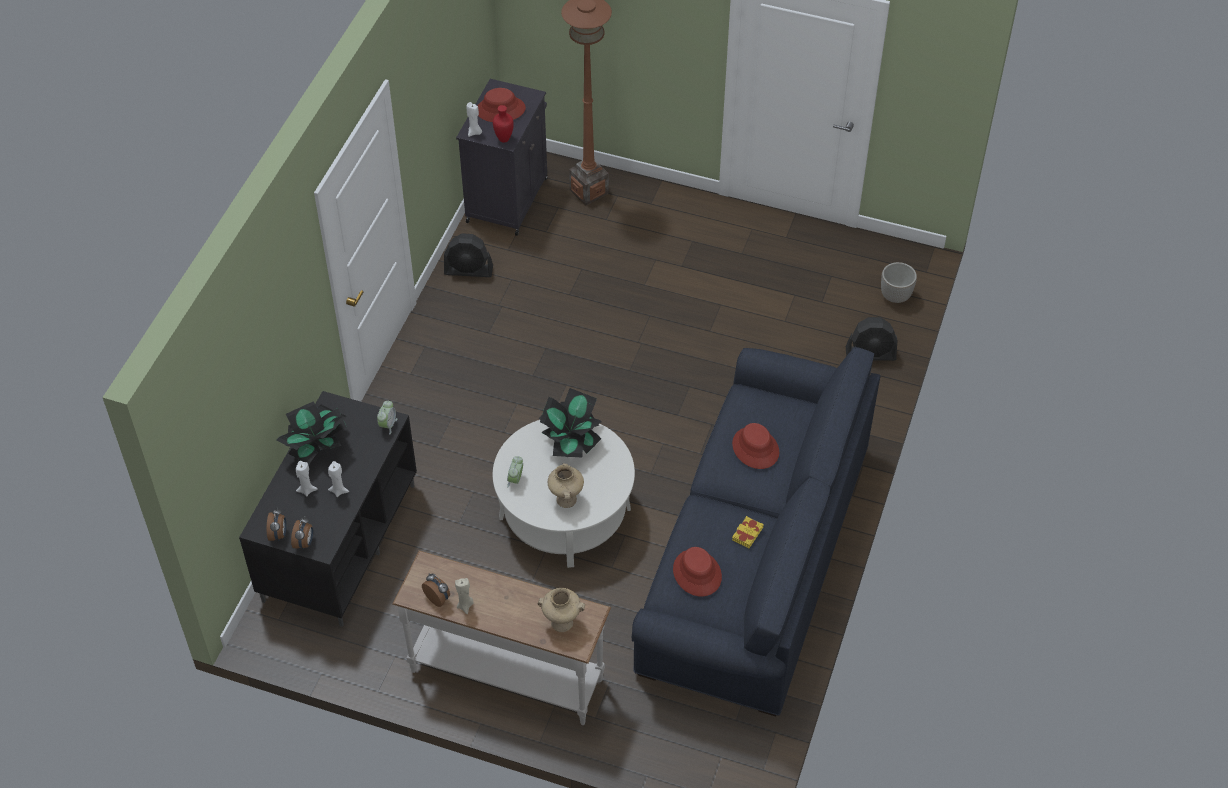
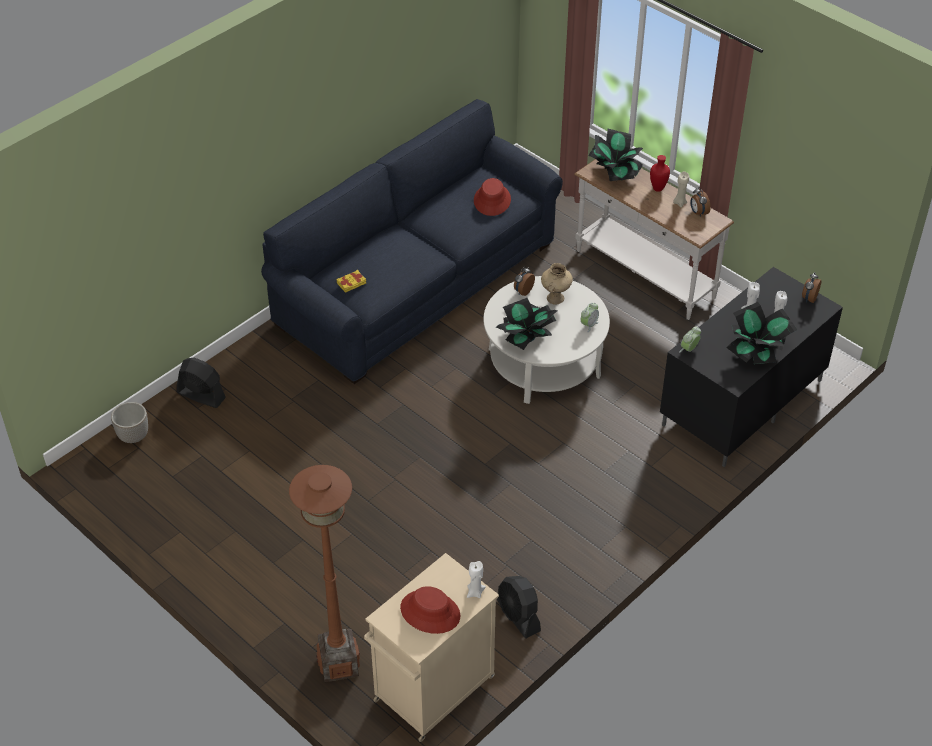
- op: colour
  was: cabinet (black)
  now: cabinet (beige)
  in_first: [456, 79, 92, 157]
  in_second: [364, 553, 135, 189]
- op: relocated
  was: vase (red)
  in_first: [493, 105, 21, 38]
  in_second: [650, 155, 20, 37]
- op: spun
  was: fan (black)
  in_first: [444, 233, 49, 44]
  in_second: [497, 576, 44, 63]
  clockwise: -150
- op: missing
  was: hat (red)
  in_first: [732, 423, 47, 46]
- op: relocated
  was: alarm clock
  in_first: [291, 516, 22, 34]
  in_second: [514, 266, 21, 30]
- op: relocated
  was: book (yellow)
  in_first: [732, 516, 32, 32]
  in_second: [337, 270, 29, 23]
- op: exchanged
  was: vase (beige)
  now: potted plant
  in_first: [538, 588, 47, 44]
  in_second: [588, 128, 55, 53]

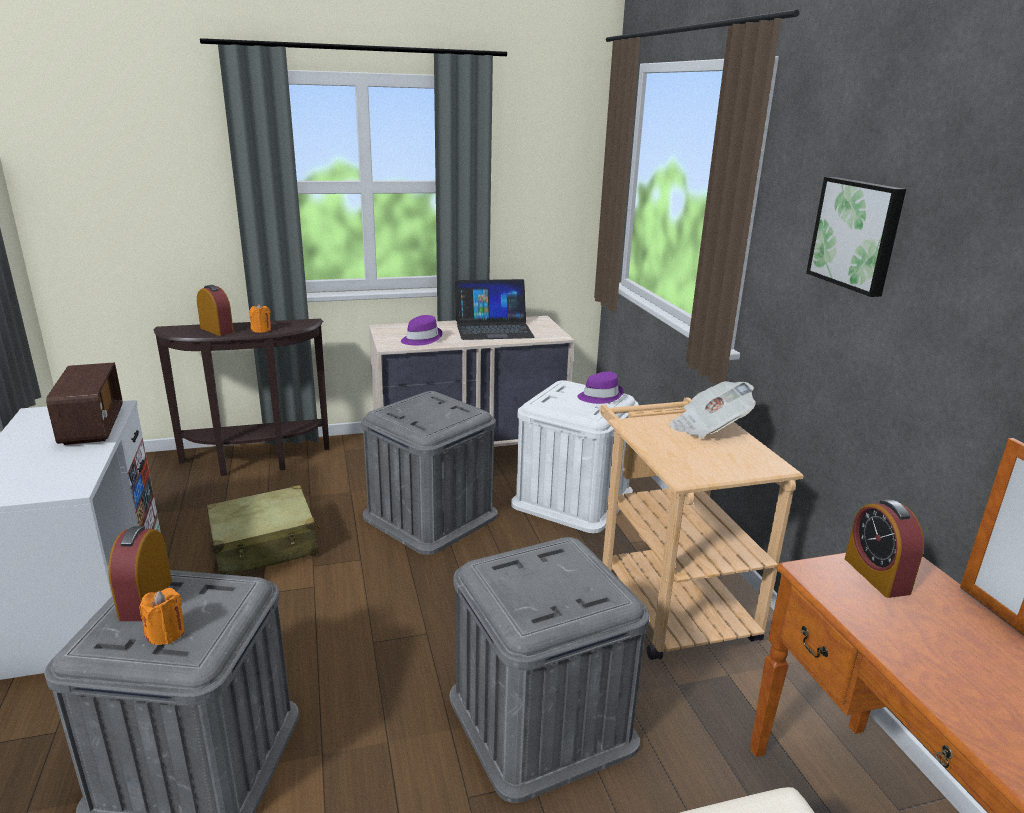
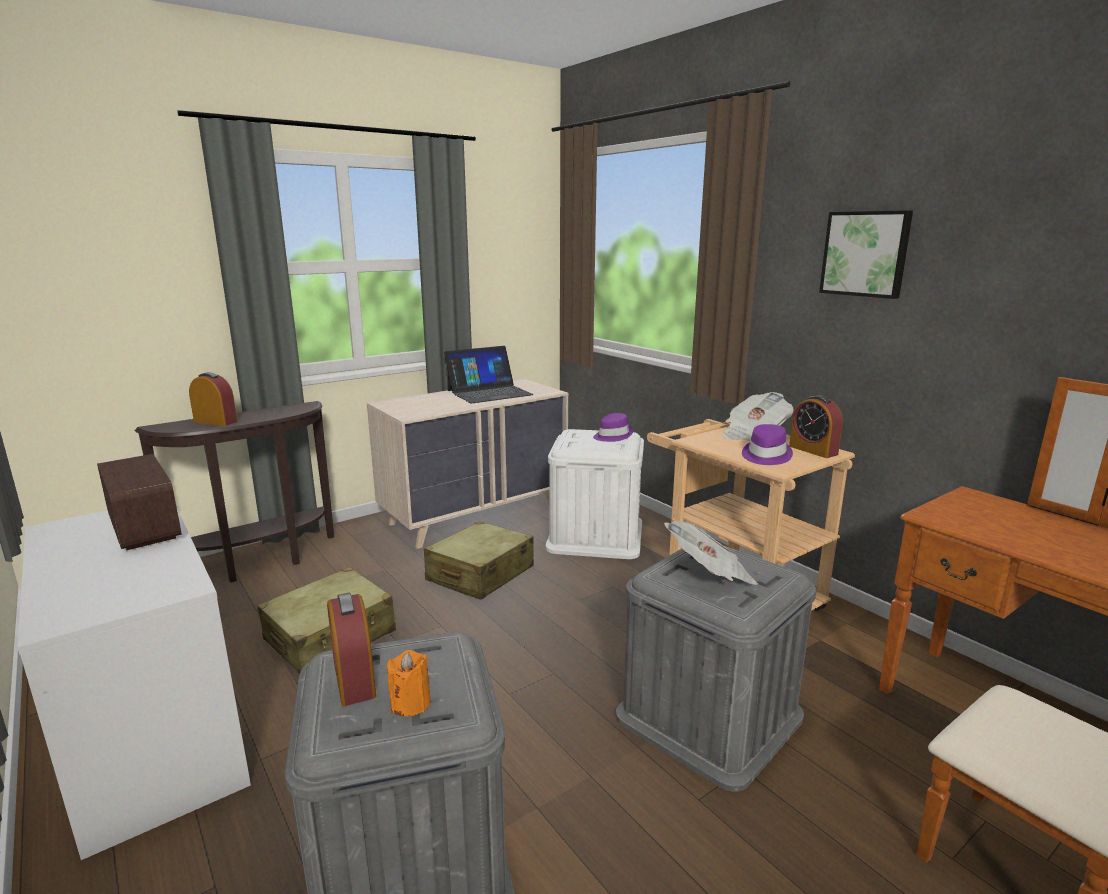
- op: missing
  was: candle (orange)
  in_first: [249, 304, 22, 29]
- op: relocated
  was: hat (purple)
  in_first: [401, 315, 41, 30]
  in_second: [742, 424, 51, 41]
- op: exchanged
  was: storage box (grey)
  now: suitcase (beige)
  in_first: [361, 391, 137, 164]
  in_second: [424, 521, 110, 79]
- op: relocated
  was: alarm clock
  in_first: [845, 499, 79, 99]
  in_second: [789, 395, 54, 63]
- op: appeared
  now: newspaper
  in_second: [664, 521, 94, 64]

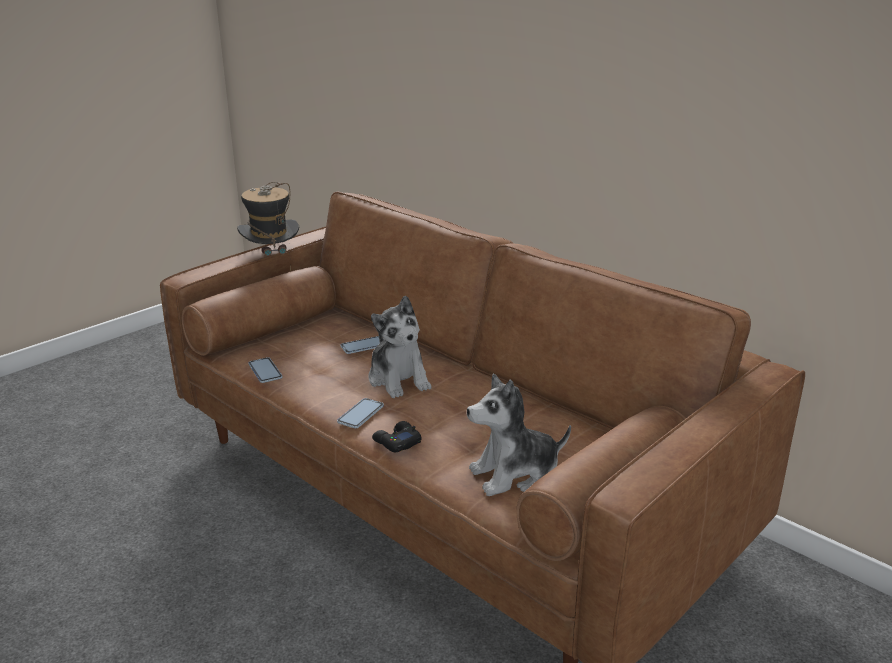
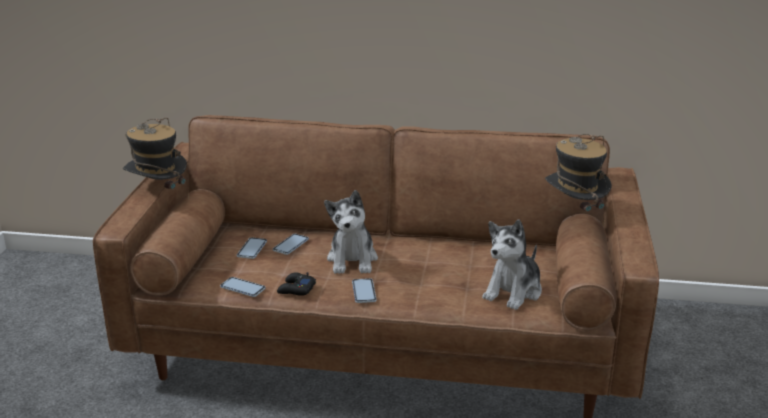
- op: spun
  was: plush toy
  in_first: [369, 295, 62, 103]
  in_second: [324, 190, 54, 84]
  clockwise: 60
- op: relocated
  was: game controller (black)
  in_first: [372, 421, 50, 31]
  in_second: [277, 272, 39, 24]
- op: appeared
  now: hat
  in_second: [545, 134, 67, 92]
- op: appeared
  now: phone
  in_second: [237, 237, 30, 22]

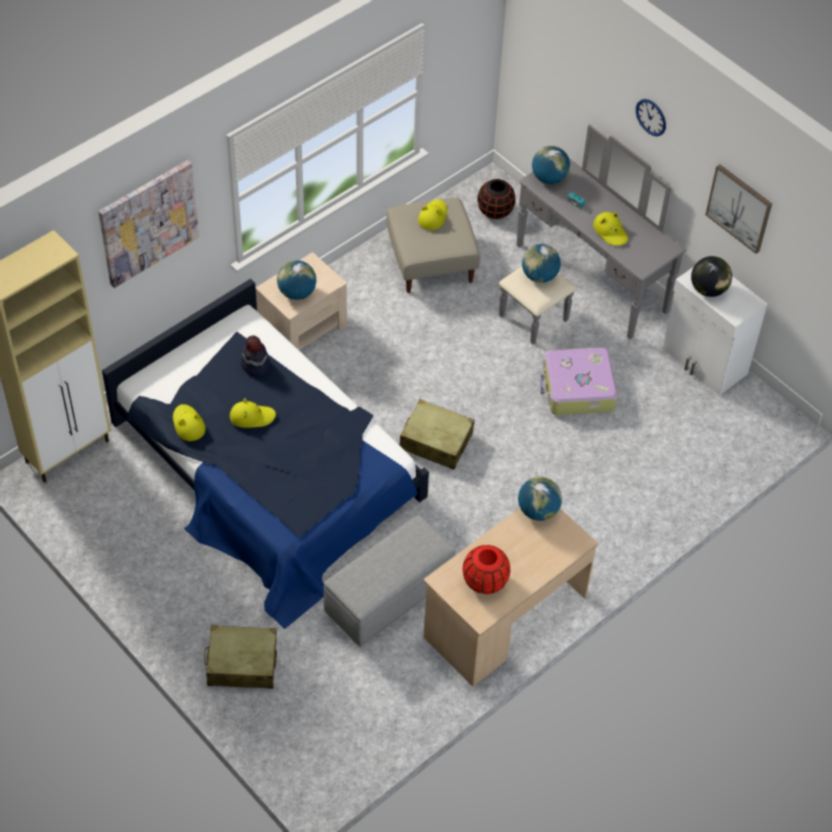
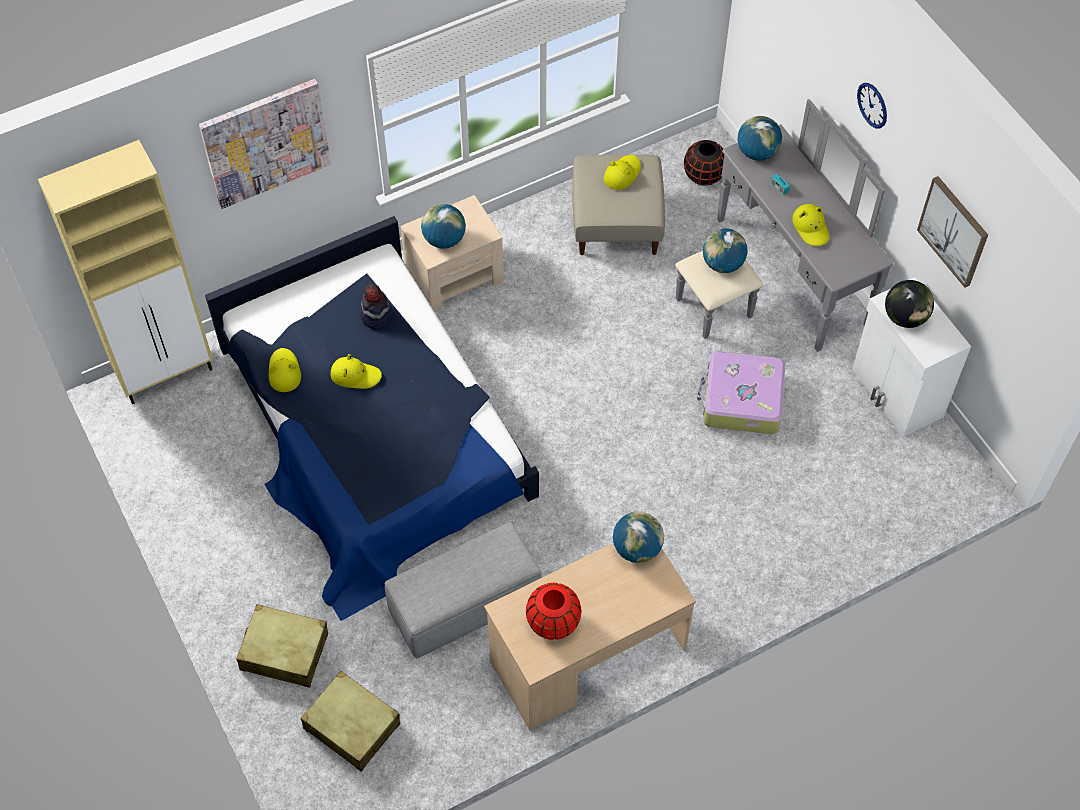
- op: relocated
  was: suitcase (beige)
  in_first: [400, 399, 75, 71]
  in_second: [301, 671, 99, 101]

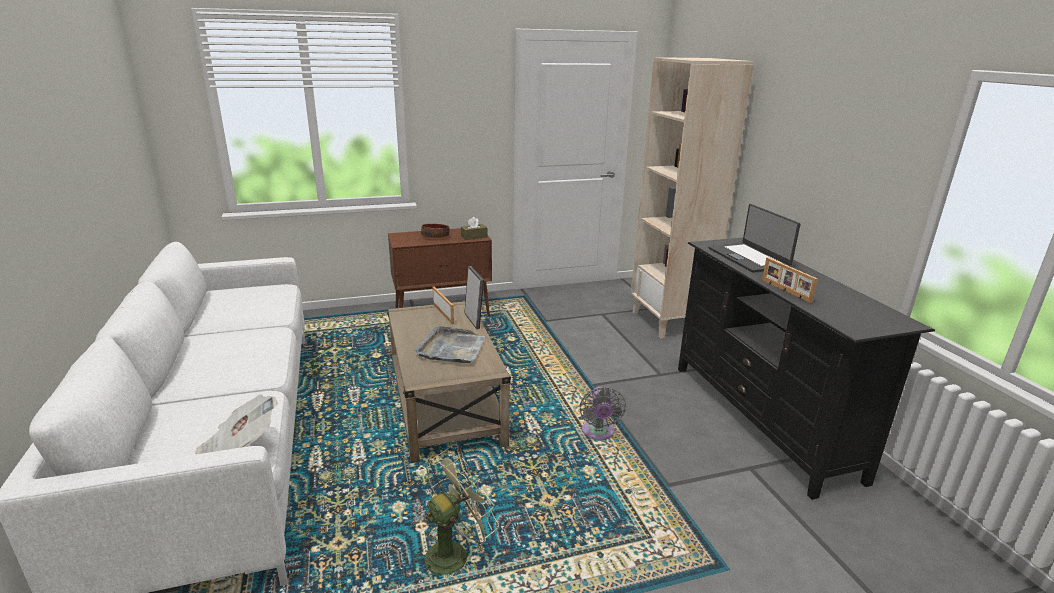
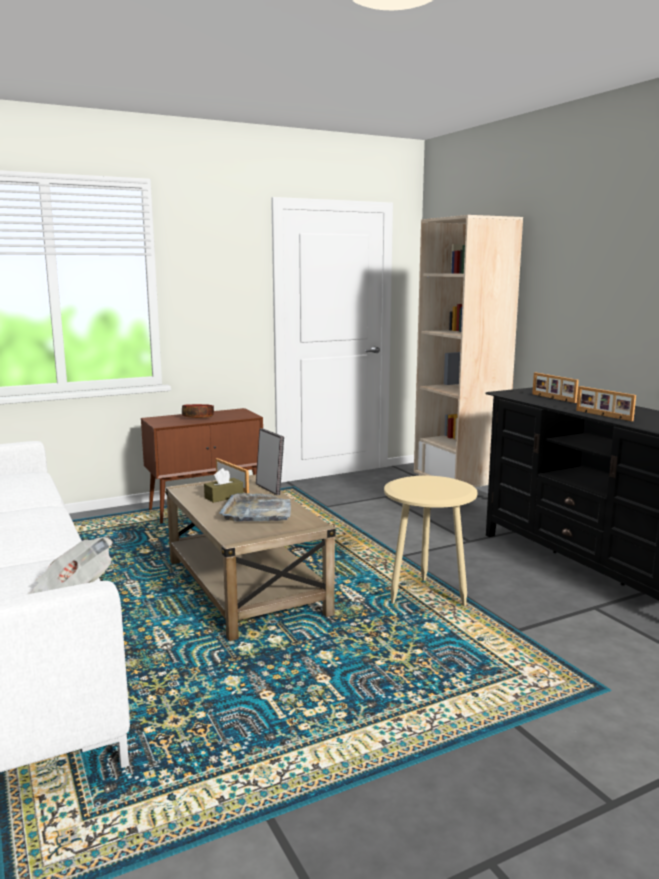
- op: exchanged
  was: laptop
  now: picture frame
  in_first: [709, 204, 92, 69]
  in_second: [532, 372, 47, 31]
- op: relocated
  was: tissue box (brown)
  in_first: [461, 217, 27, 23]
  in_second: [204, 468, 39, 35]
- op: exchanged
  was: fan (grey)
  now: side table (beige)
  in_first: [580, 386, 46, 54]
  in_second: [384, 476, 93, 130]
- op: missing
  was: fan (green)
  in_first: [413, 450, 86, 125]

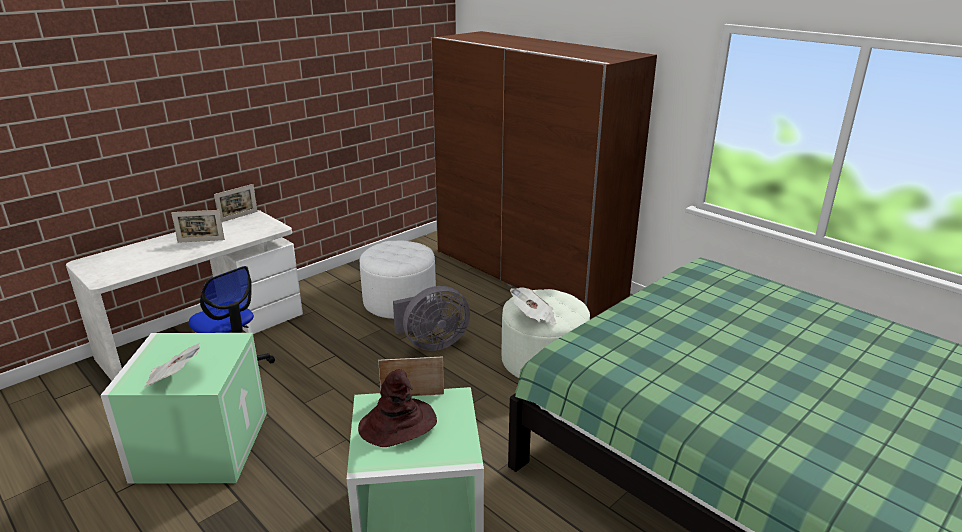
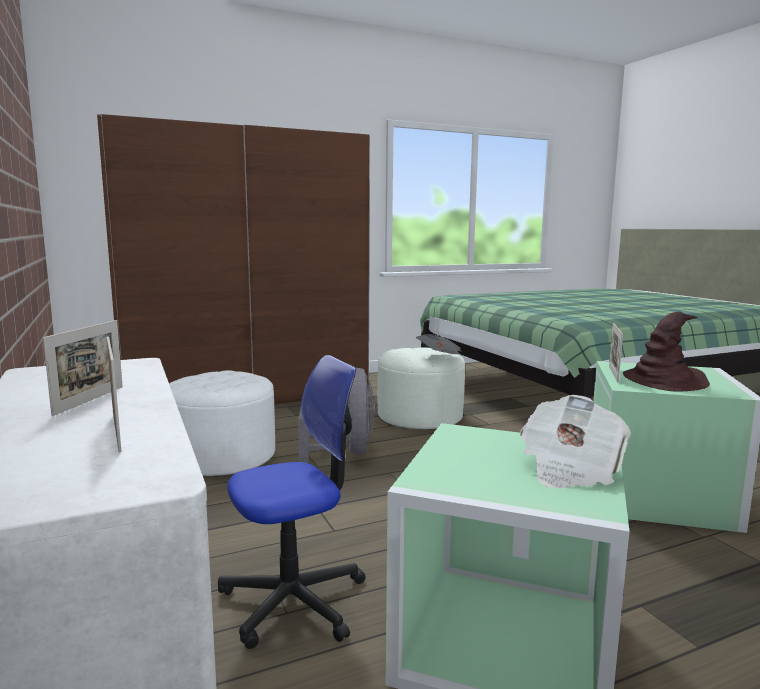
- op: relocated
  was: picture frame
  in_first: [214, 184, 44, 38]
  in_second: [107, 337, 14, 116]

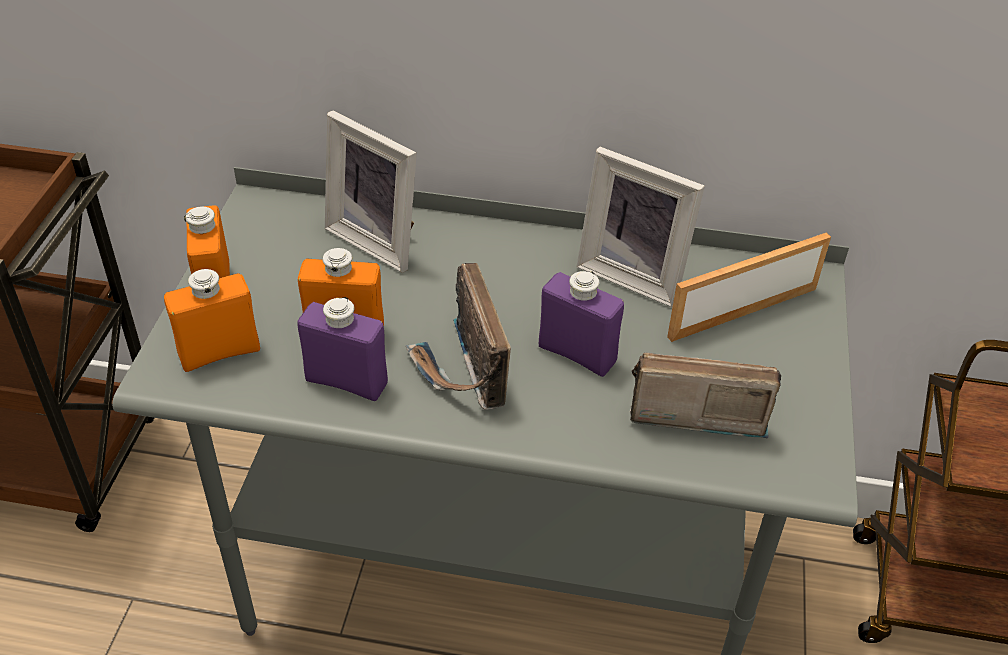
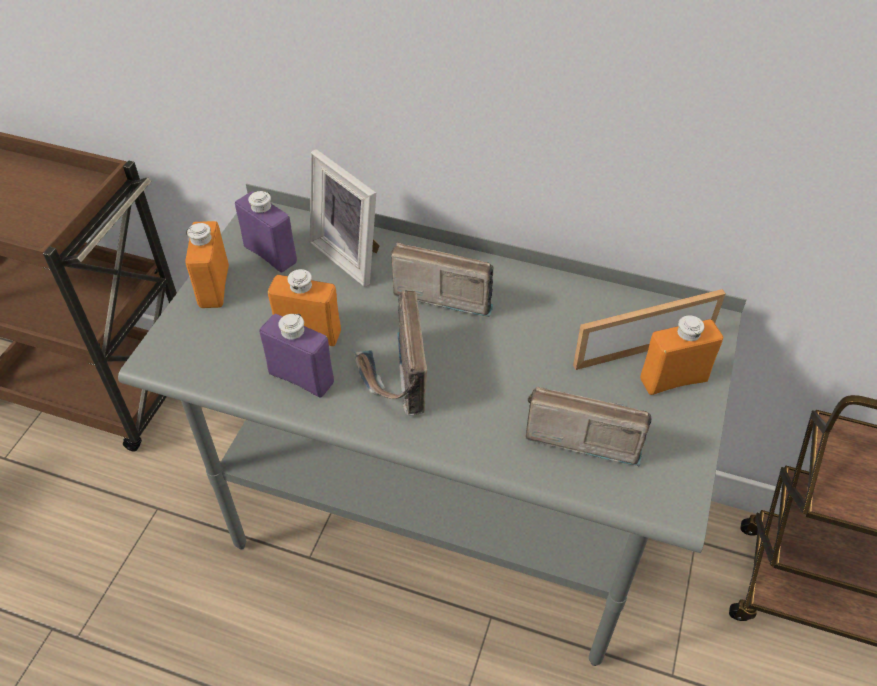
- op: missing
  was: picture frame
  in_first: [576, 147, 129, 160]
- op: relocated
  was: bottle (orange)
  in_first: [164, 269, 96, 103]
  in_second: [640, 315, 83, 80]
- op: relocated
  was: bottle (purple)
  in_first: [539, 271, 85, 106]
  in_second: [235, 191, 62, 81]
- op: appeared
  now: radio
  in_second: [391, 243, 103, 74]

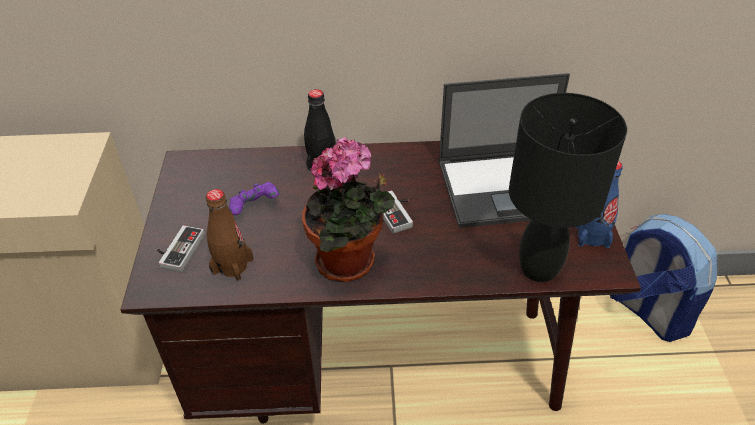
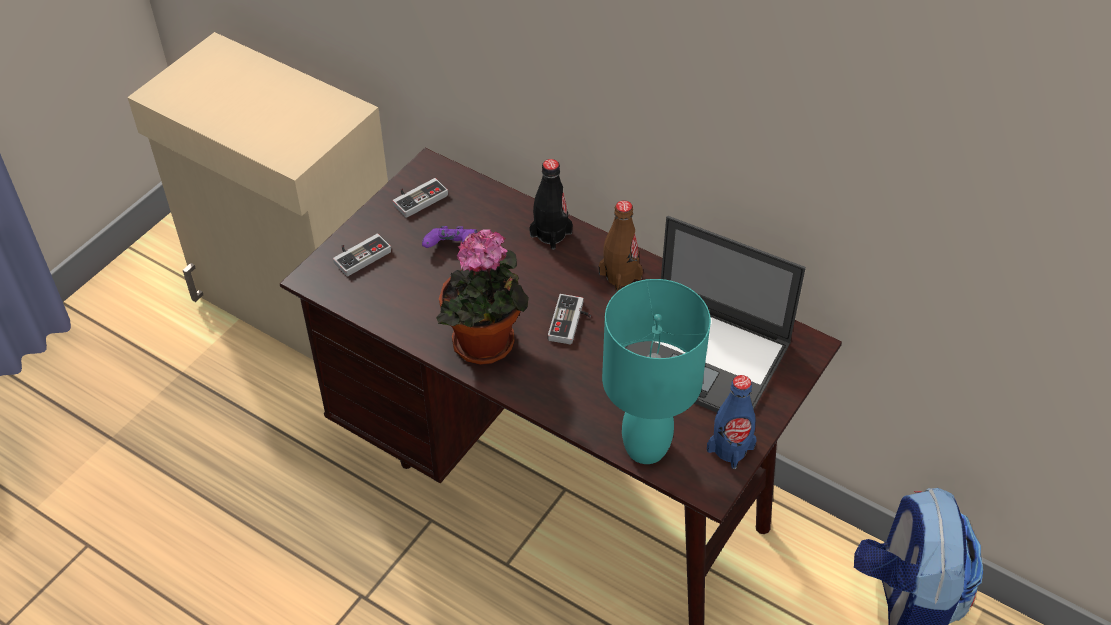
- op: colour
  was: table lamp (black)
  now: table lamp (turquoise)
  in_first: [509, 93, 118, 189]
  in_second: [602, 279, 109, 185]
- op: relocated
  was: bottle (brown)
  in_first: [206, 189, 47, 92]
  in_second: [598, 200, 45, 92]
- op: appeared
  now: game controller
  in_second: [393, 178, 55, 40]

